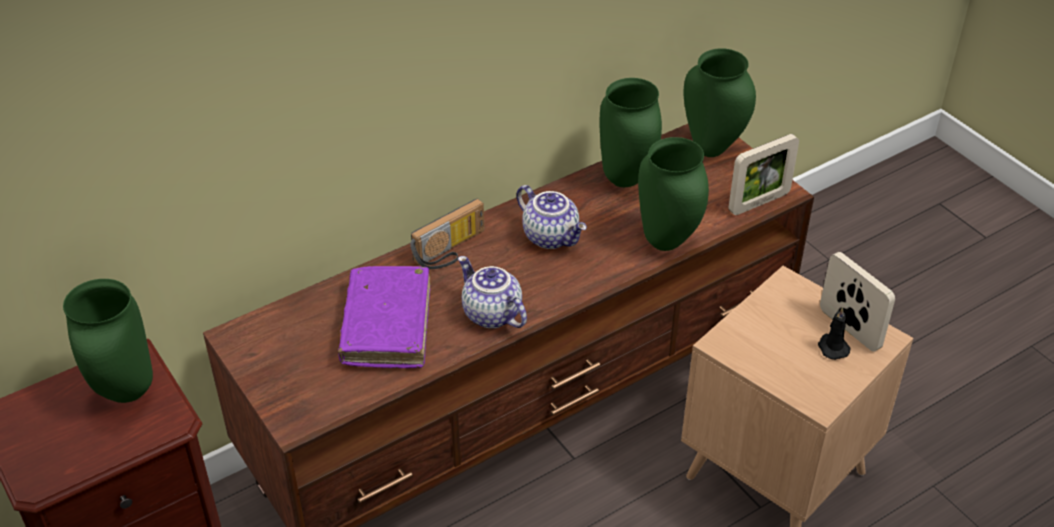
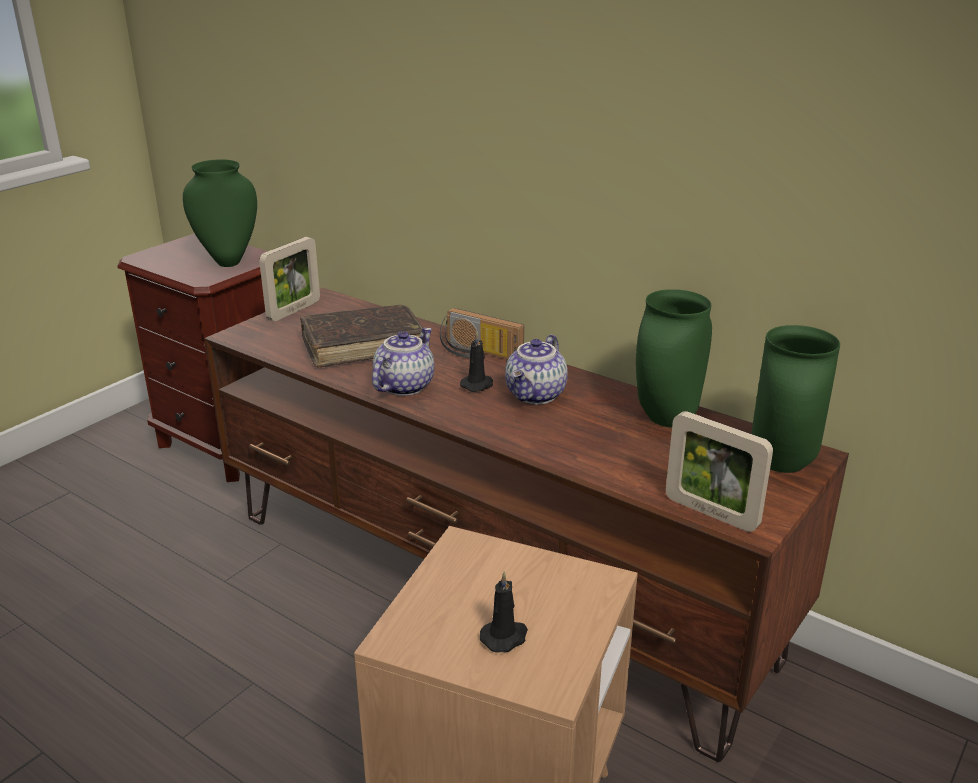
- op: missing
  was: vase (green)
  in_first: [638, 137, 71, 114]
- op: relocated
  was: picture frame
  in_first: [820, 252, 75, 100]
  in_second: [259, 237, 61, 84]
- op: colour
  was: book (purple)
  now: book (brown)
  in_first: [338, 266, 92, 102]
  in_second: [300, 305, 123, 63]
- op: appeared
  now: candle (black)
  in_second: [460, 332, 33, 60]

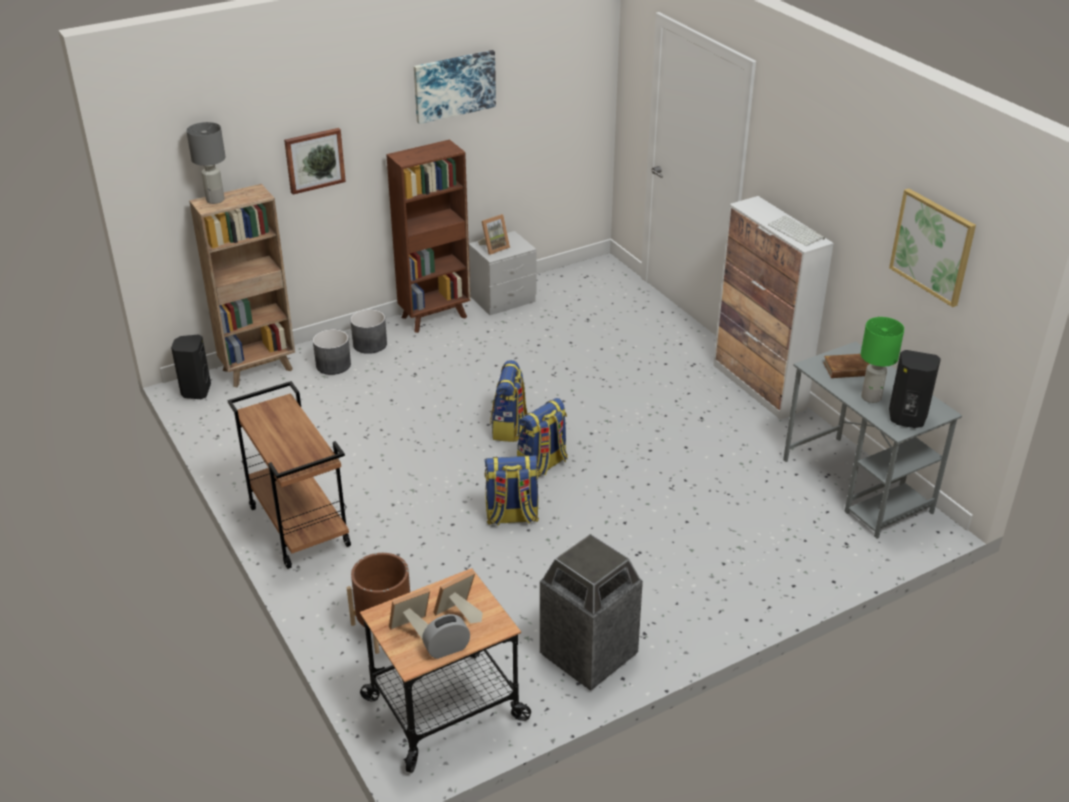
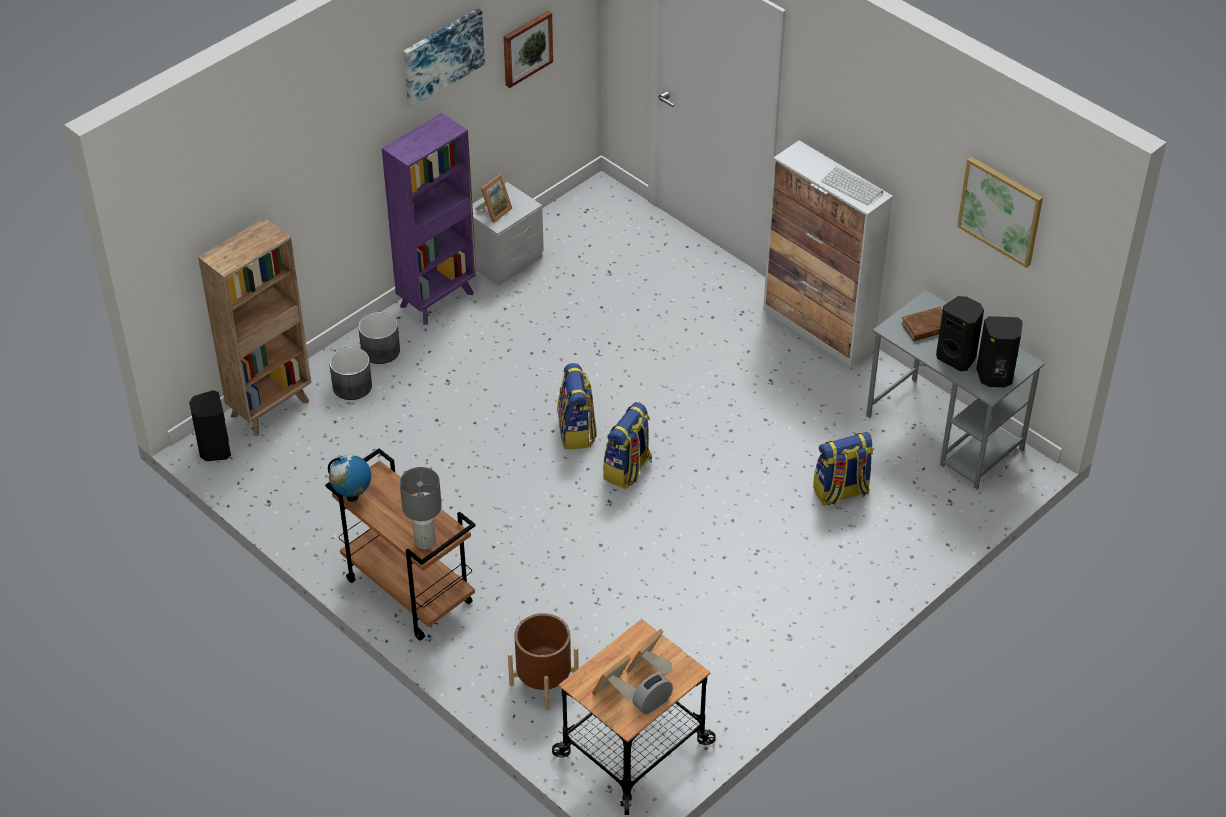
- op: relocated
  was: table lamp (grey)
  in_first: [186, 122, 40, 82]
  in_second: [400, 467, 42, 83]
- op: relocated
  was: picture
  in_first: [284, 128, 62, 67]
  in_second: [504, 11, 49, 77]
- op: colour
  was: bookcase (brown)
  now: bookcase (purple)
  in_first: [386, 139, 85, 194]
  in_second: [382, 113, 95, 212]
- op: exchanged
  was: table lamp (green)
  now: speaker (black)
  in_first: [861, 317, 43, 86]
  in_second: [936, 296, 48, 75]
- op: relocated
  was: backpack
  in_first: [484, 455, 55, 71]
  in_second: [813, 432, 60, 74]
- op: missing
  was: trash can
  in_first: [540, 534, 103, 157]
- op: appeared
  now: globe
  in_second: [328, 455, 43, 47]

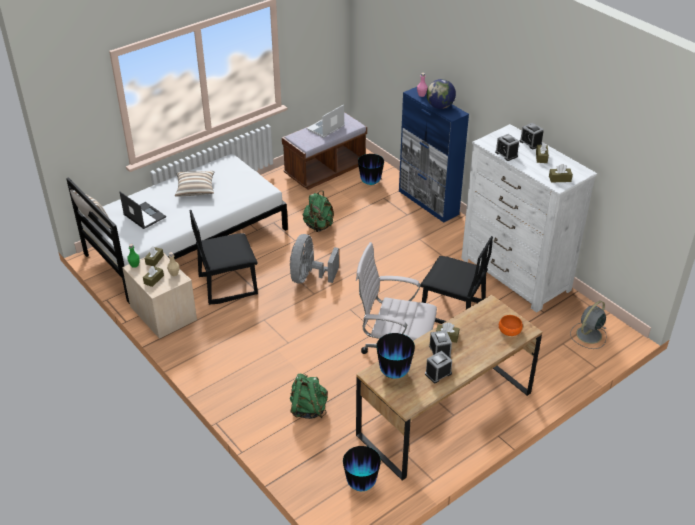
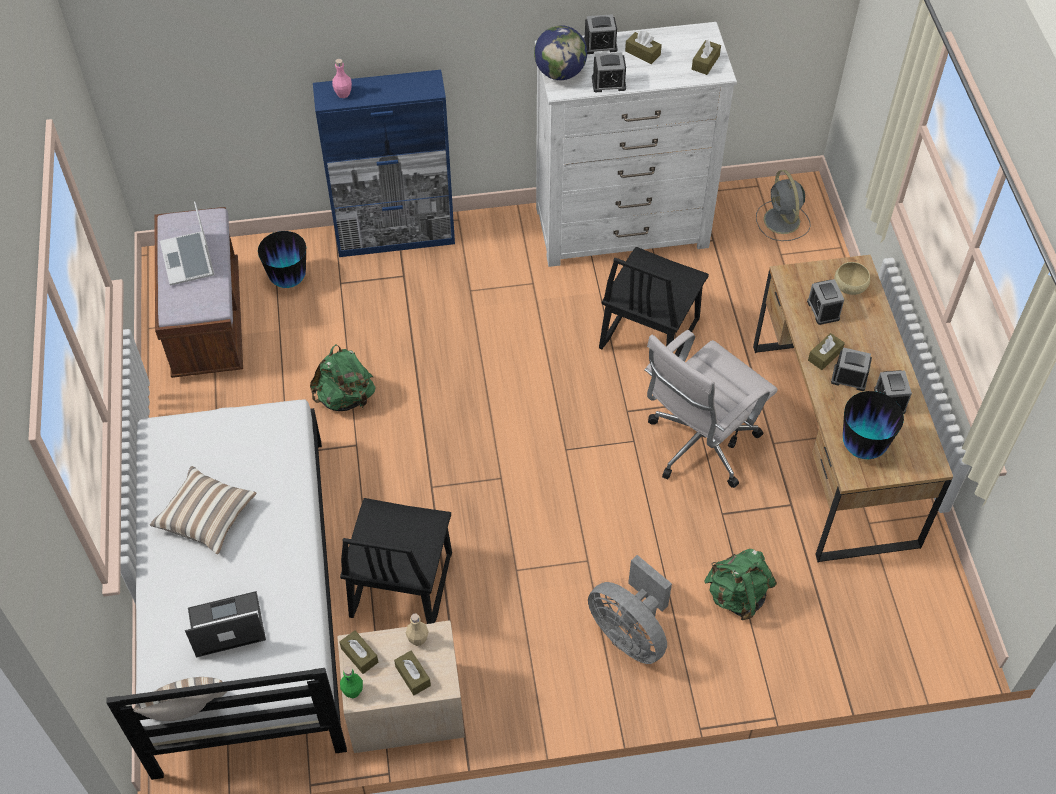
- op: relocated
  was: globe
  in_first: [426, 79, 30, 30]
  in_second: [534, 25, 53, 55]
- op: relocated
  was: fan (grey)
  in_first: [290, 234, 49, 49]
  in_second: [588, 555, 84, 109]
- op: spun
  was: chair (black)
  in_first: [420, 236, 73, 88]
  in_second: [599, 247, 110, 110]
  clockwise: 150
- op: colour
  was: bowl (orange)
  now: bowl (beige)
  in_first: [499, 315, 24, 21]
  in_second: [834, 262, 36, 33]
- op: missing
  was: vase
  in_first: [343, 446, 38, 45]
- op: appeared
  now: alarm clock
  in_second: [807, 279, 38, 46]

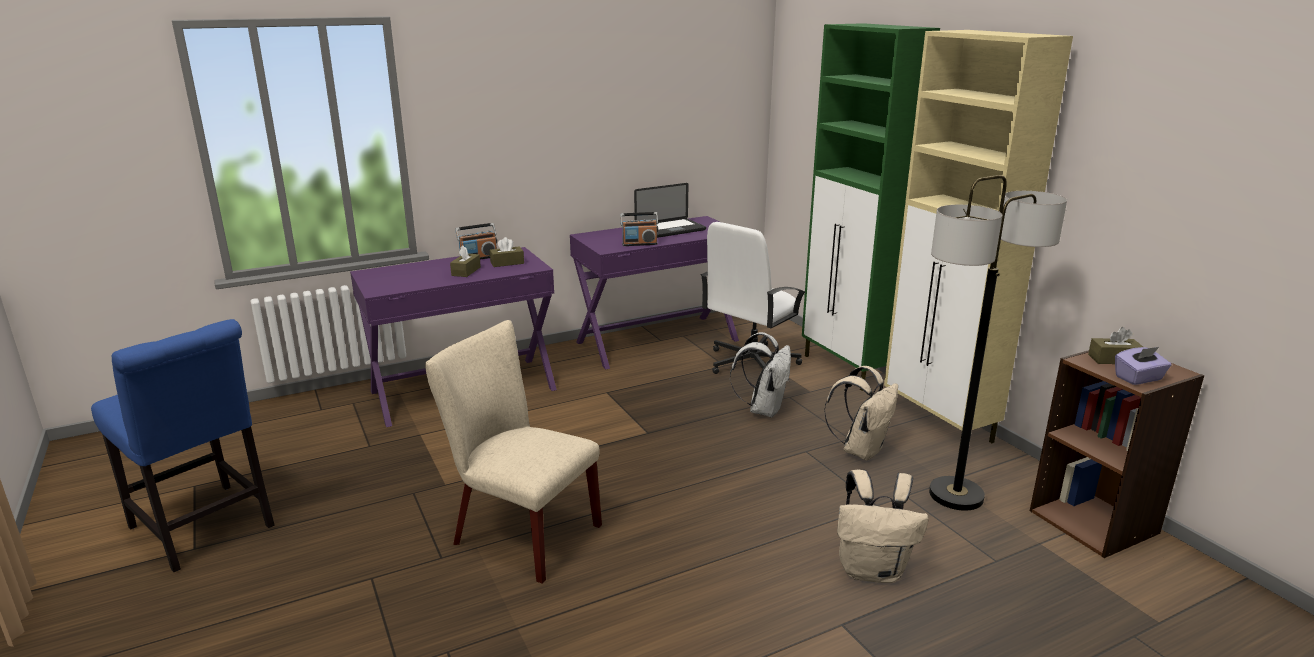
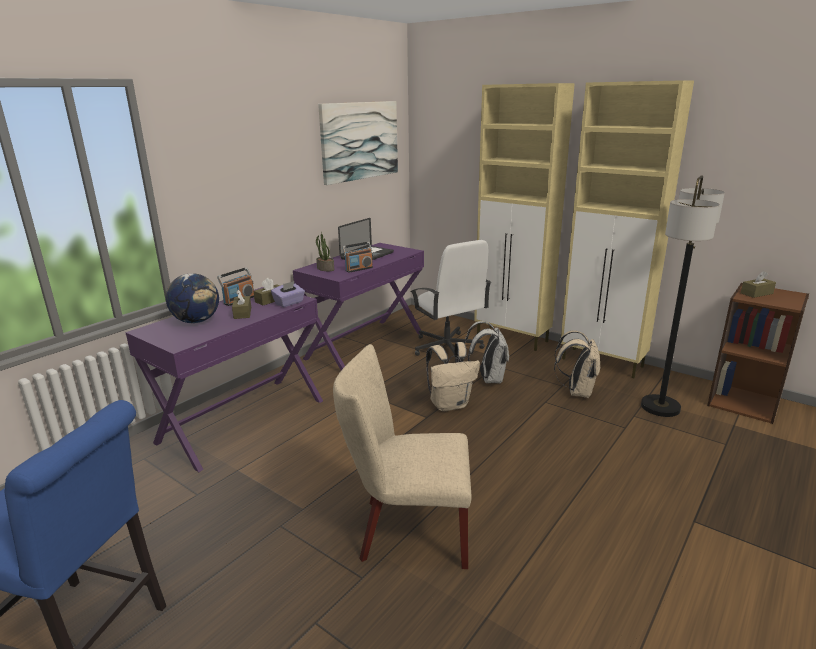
- op: colour
  was: cabinet (green)
  now: cabinet (beige)
  in_first: [802, 23, 138, 368]
  in_second: [474, 83, 101, 268]
- op: spun
  was: office chair (white)
  in_first: [701, 222, 105, 152]
  in_second: [410, 240, 81, 122]
  clockwise: -45
- op: relocated
  was: tissue box (purple)
  in_first: [1115, 347, 56, 38]
  in_second: [271, 281, 34, 26]
- op: relocated
  was: backpack (beige)
  in_first: [837, 470, 92, 113]
  in_second: [426, 342, 54, 69]
- op: appeared
  now: picture
  in_second: [318, 101, 80, 84]
- op: appeared
  now: potted plant
  in_second: [316, 232, 18, 39]
- op: appeared
  now: globe
  in_second: [166, 273, 53, 50]

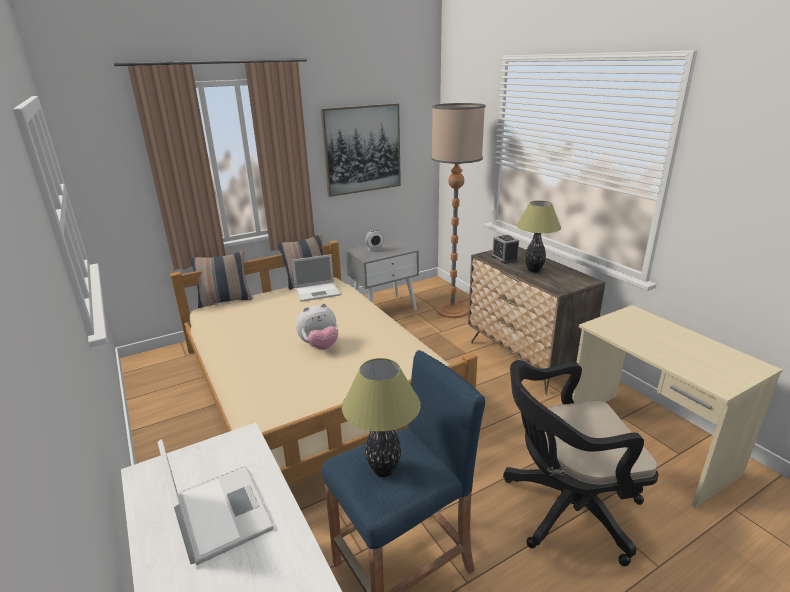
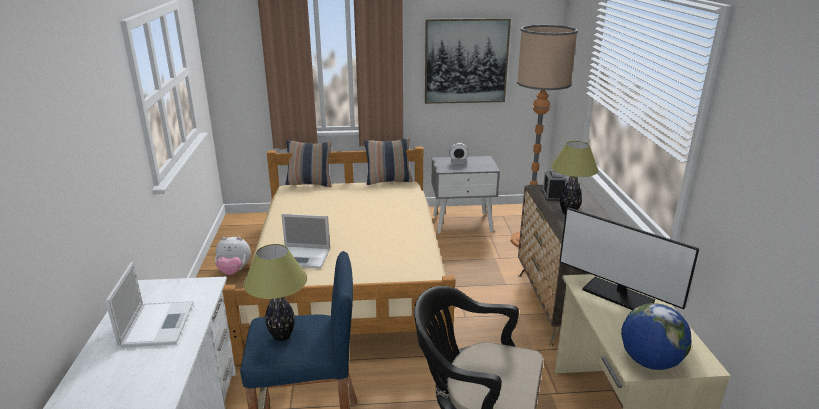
- op: relocated
  was: laptop
  in_first: [292, 254, 49, 48]
  in_second: [281, 214, 49, 54]
- op: relocated
  was: plush toy
  in_first: [296, 303, 42, 47]
  in_second: [215, 237, 36, 38]
- op: appeared
  now: monitor
  in_second: [559, 207, 140, 103]
- op: appeared
  now: globe
  in_second: [621, 303, 70, 67]

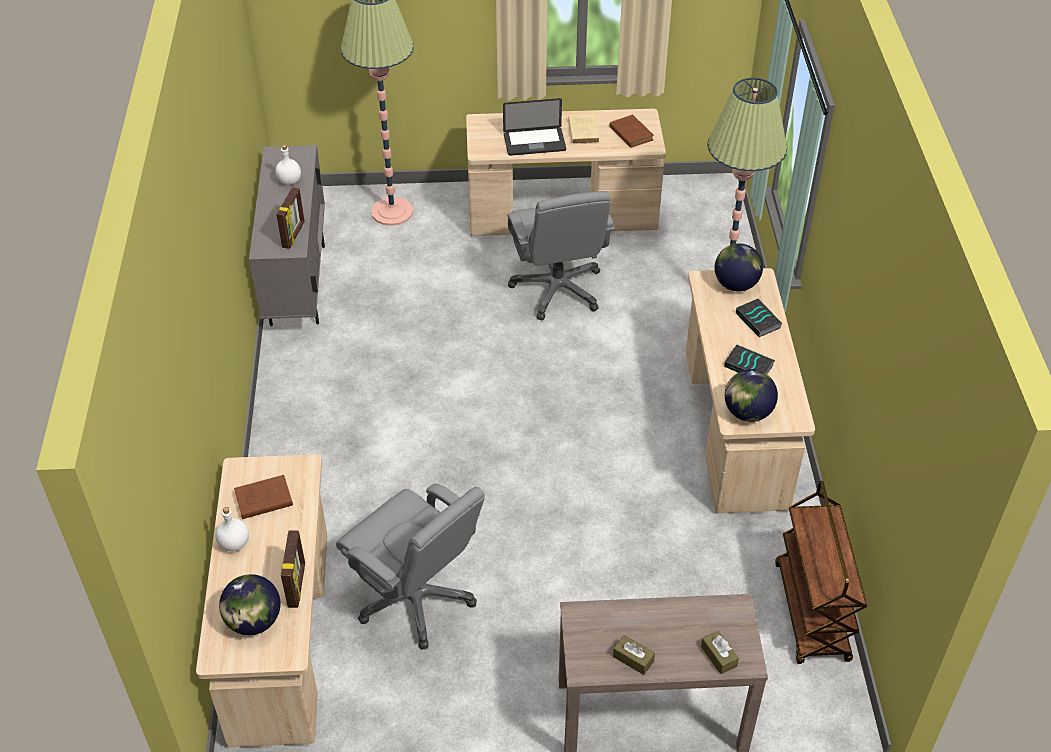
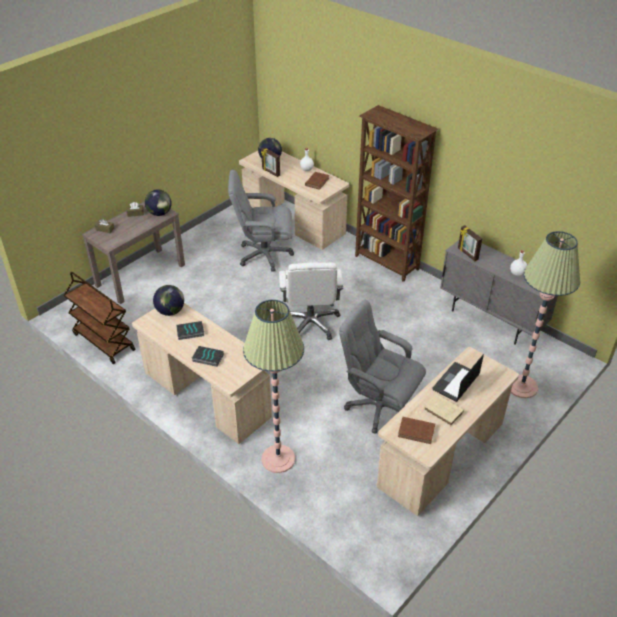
- op: relocated
  was: globe
  in_first: [715, 243, 48, 48]
  in_second: [145, 189, 27, 27]
- op: appeared
  now: bookcase (brown)
  in_second: [355, 105, 83, 177]
- op: appeared
  now: office chair (white)
  in_second: [279, 262, 64, 78]

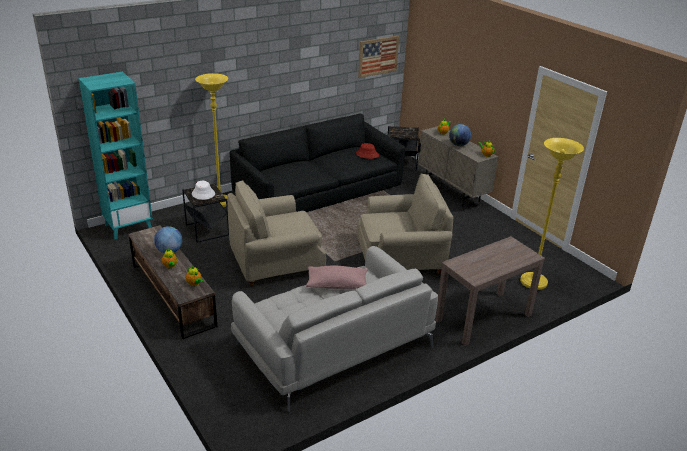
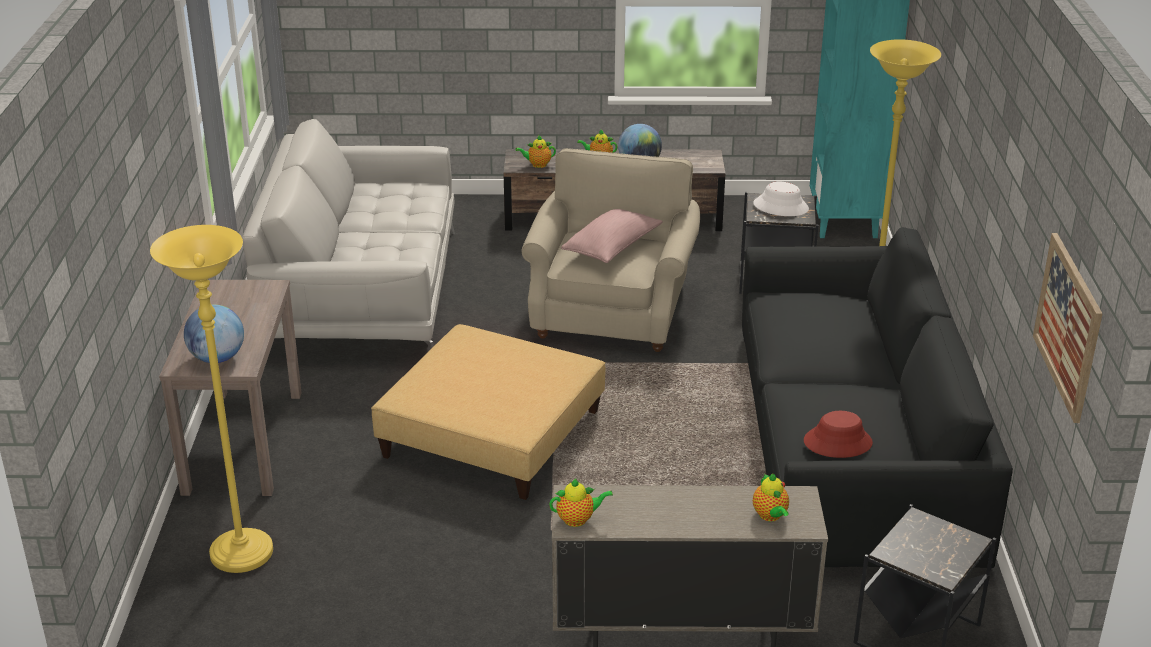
- op: relocated
  was: globe
  in_first: [449, 124, 22, 22]
  in_second: [184, 304, 60, 59]
- op: exchanged
  was: armchair (beige)
  now: ottoman (beige)
  in_first: [357, 174, 96, 100]
  in_second: [371, 324, 235, 176]
- op: relocated
  was: pillow (pink)
  in_first: [306, 266, 62, 23]
  in_second: [561, 209, 102, 54]

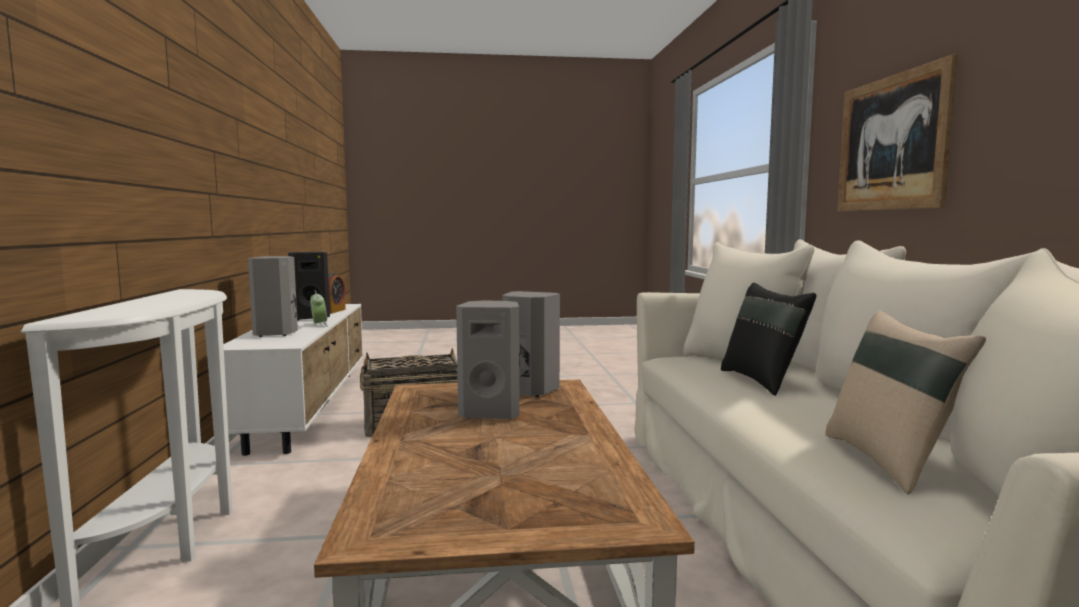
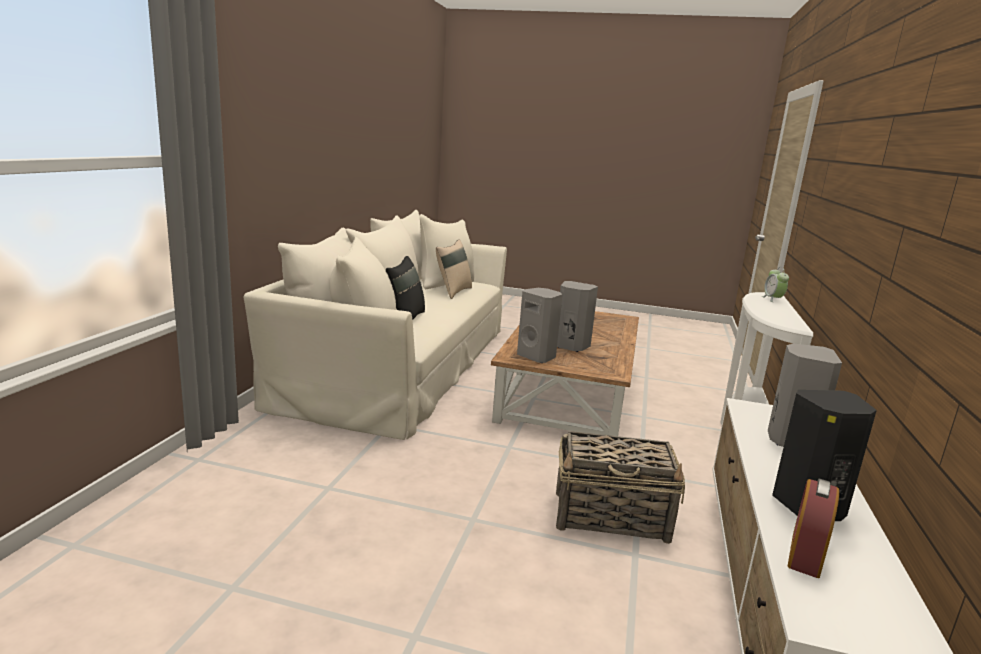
- op: missing
  was: picture
  in_first: [837, 54, 121, 157]
- op: relocated
  was: alarm clock
  in_first: [310, 290, 18, 37]
  in_second: [762, 267, 27, 35]

